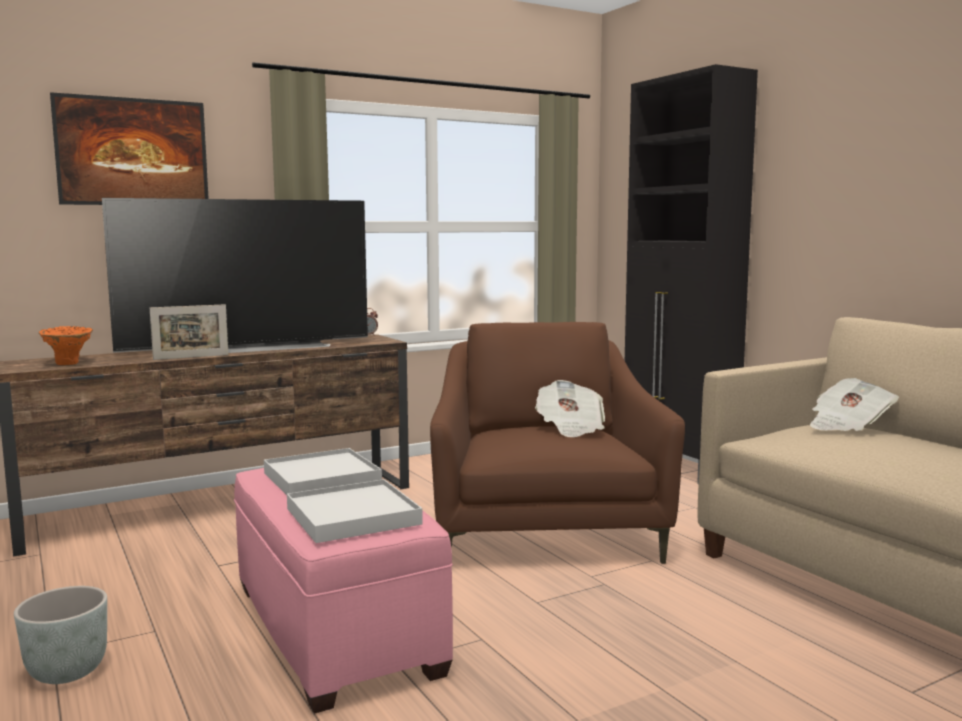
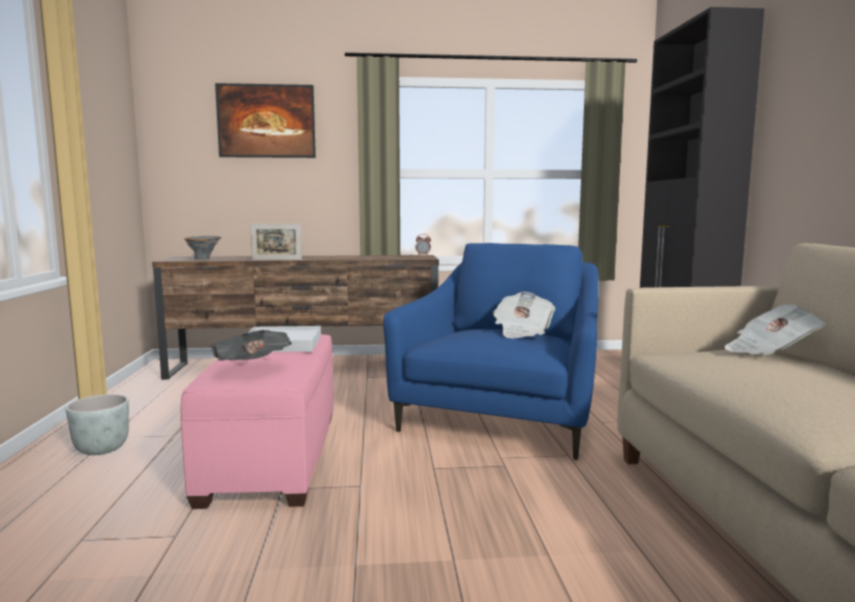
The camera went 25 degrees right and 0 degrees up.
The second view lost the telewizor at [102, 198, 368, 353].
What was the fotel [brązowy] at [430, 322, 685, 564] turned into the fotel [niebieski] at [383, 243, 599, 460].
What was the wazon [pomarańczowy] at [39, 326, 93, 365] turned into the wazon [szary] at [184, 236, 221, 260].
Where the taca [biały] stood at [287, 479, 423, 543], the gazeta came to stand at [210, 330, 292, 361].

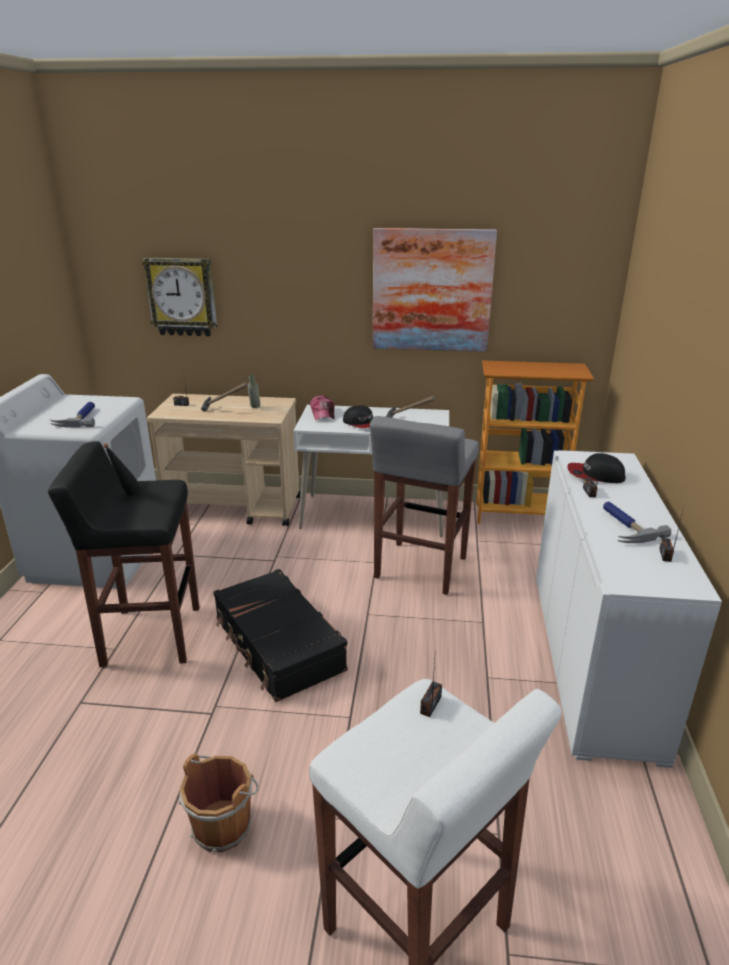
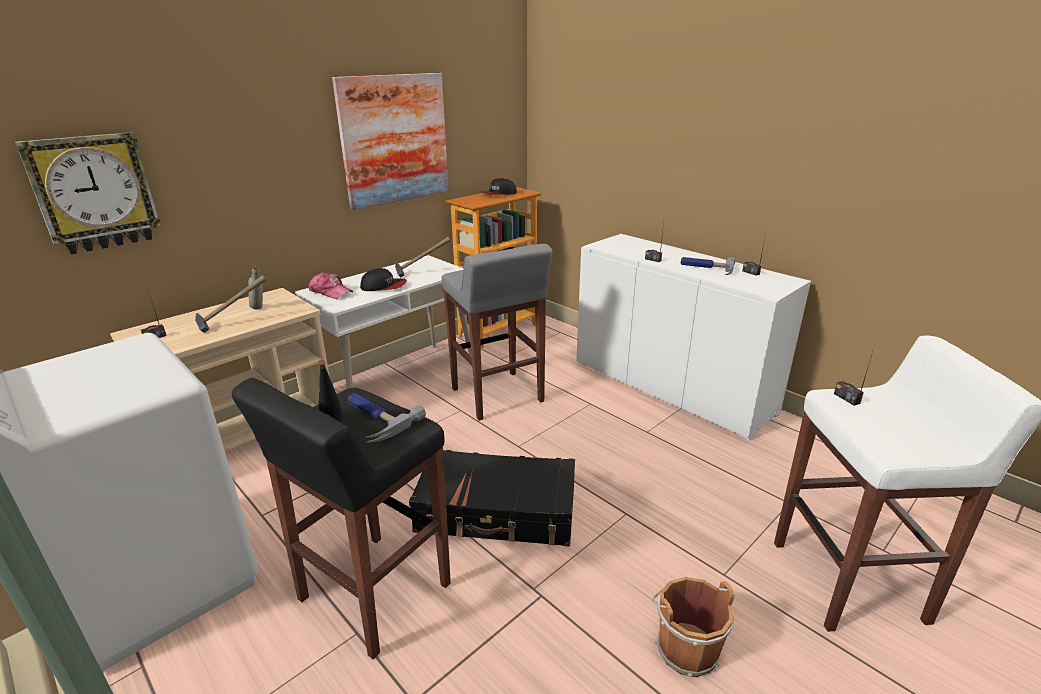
The camera went 50 degrees left and 0 degrees up.
The młotek ended up elsewhere, having gone from [50, 402, 95, 427] to [348, 393, 426, 443].
The czapka z daszkiem ended up elsewhere, having gone from [567, 453, 625, 483] to [480, 178, 517, 195].

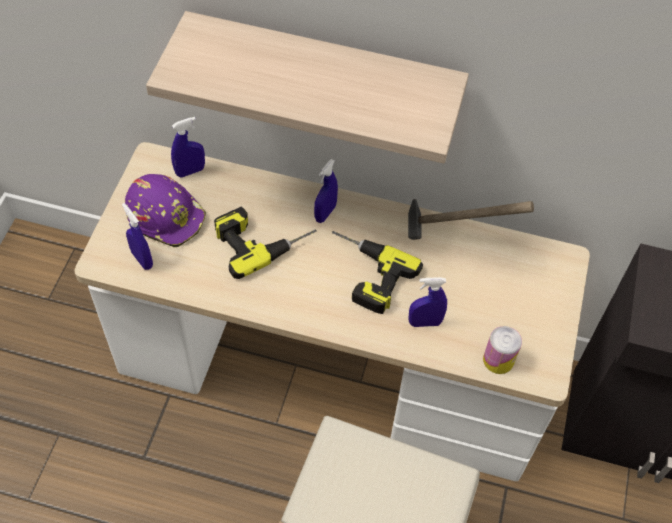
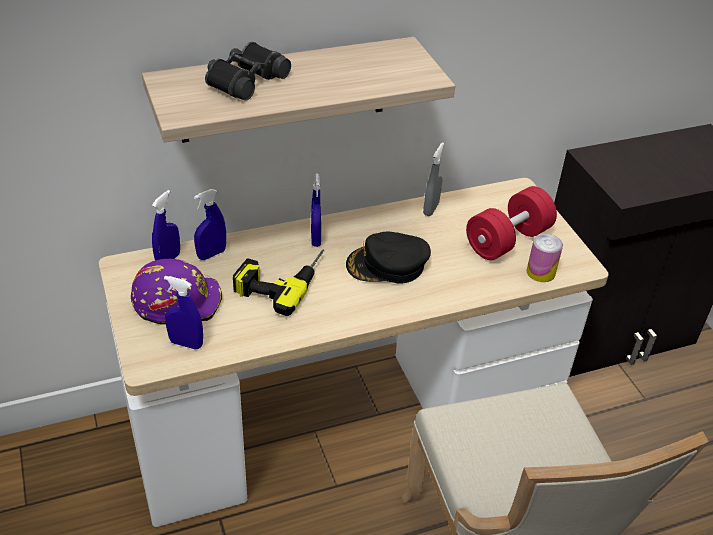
The camera went 35 degrees left and 15 degrees down.
Where the młotek stood at [408, 199, 534, 240], the spryskiwacz [szary] came to stand at [423, 142, 444, 216].
Where the wiertarka stood at [332, 231, 423, 314], the czapka z daszkiem [czarny] came to stand at [346, 232, 431, 284].
The spryskiwacz [niebieski] ended up elsewhere, having gone from [408, 277, 447, 327] to [194, 189, 226, 260].
The second view gained the lornetka [czarny] at [205, 42, 291, 101].
The second view gained the hantel [czerwony] at [466, 186, 557, 260].

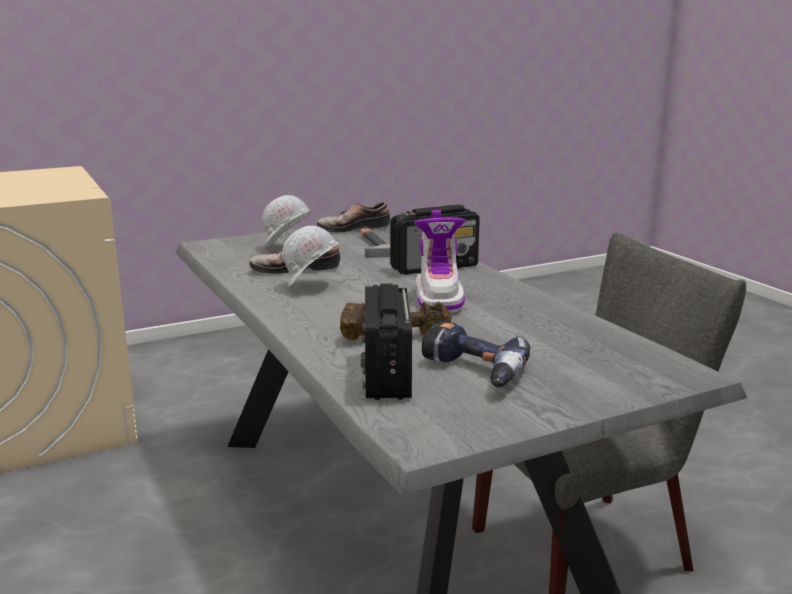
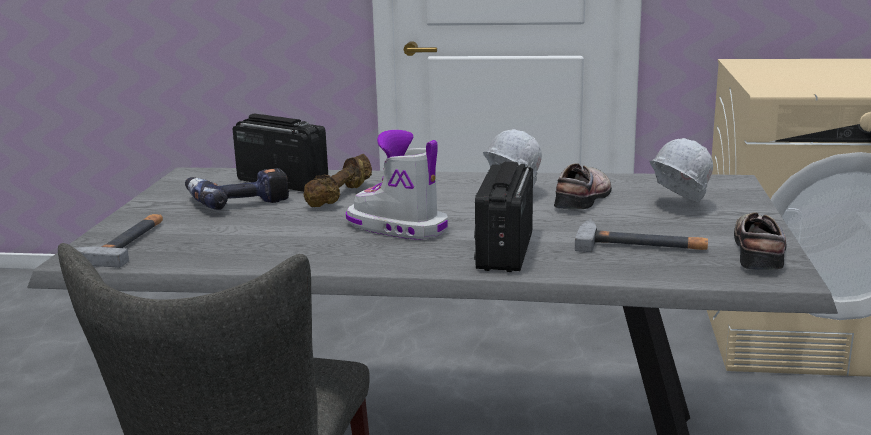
The camera went 125 degrees right and 0 degrees up.
The second view gained the młotek at [73, 214, 163, 268].

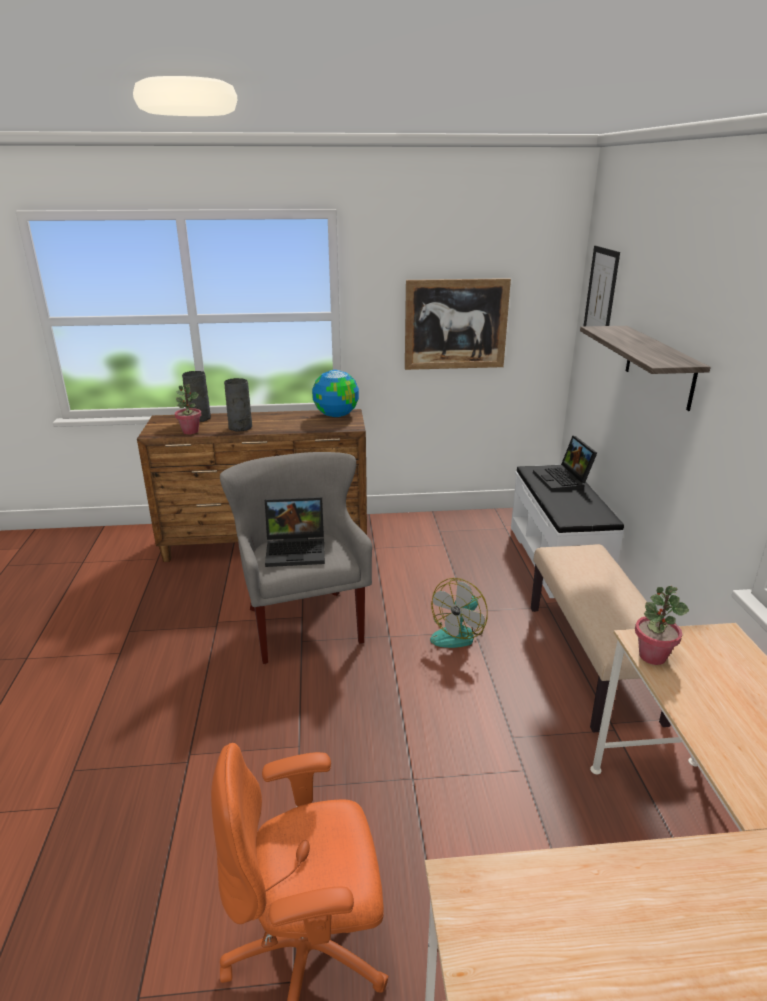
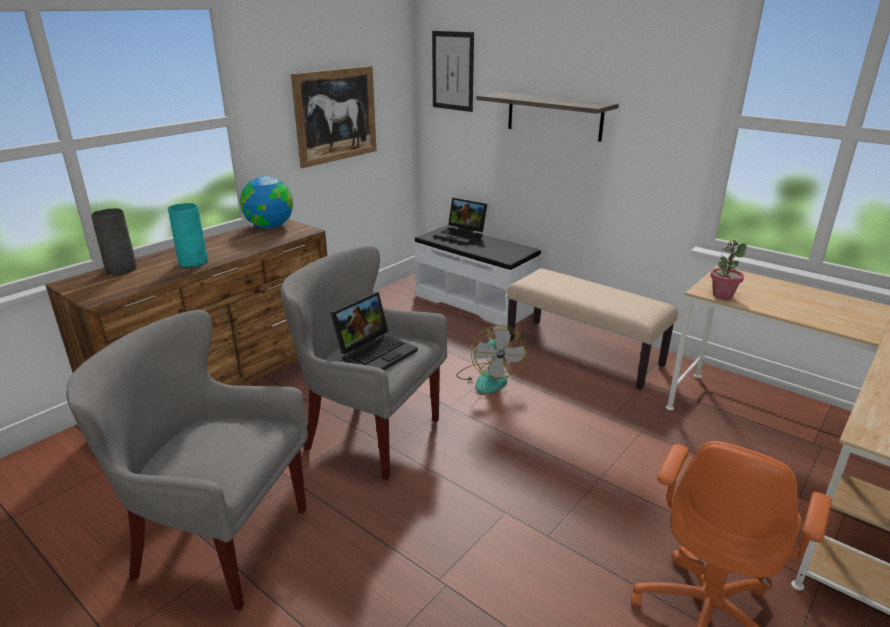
The camera went 45 degrees left and 0 degrees up.
What was the wazon [szary] at [224, 378, 252, 431] turned into the wazon [turkusowy] at [168, 203, 208, 268].
The second view lost the roślina doniczkowa at [175, 384, 202, 435].
The second view gained the fotel [szary] at [66, 310, 308, 611].

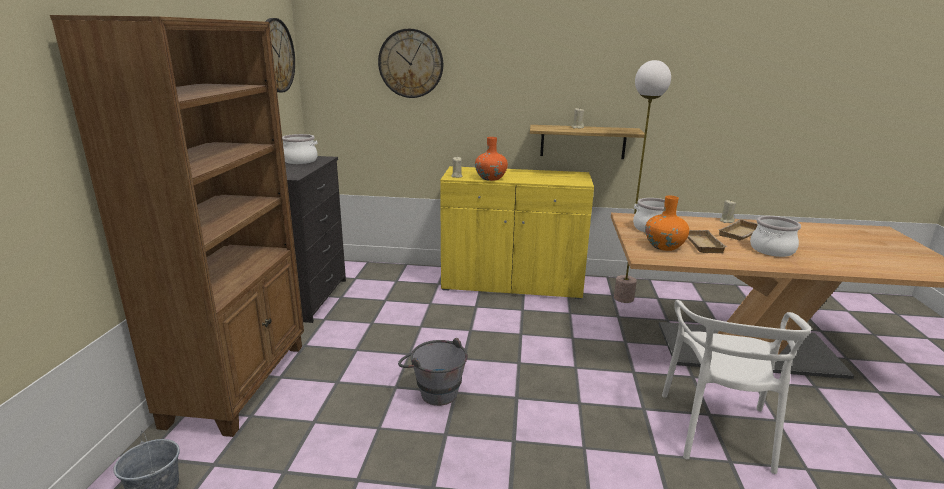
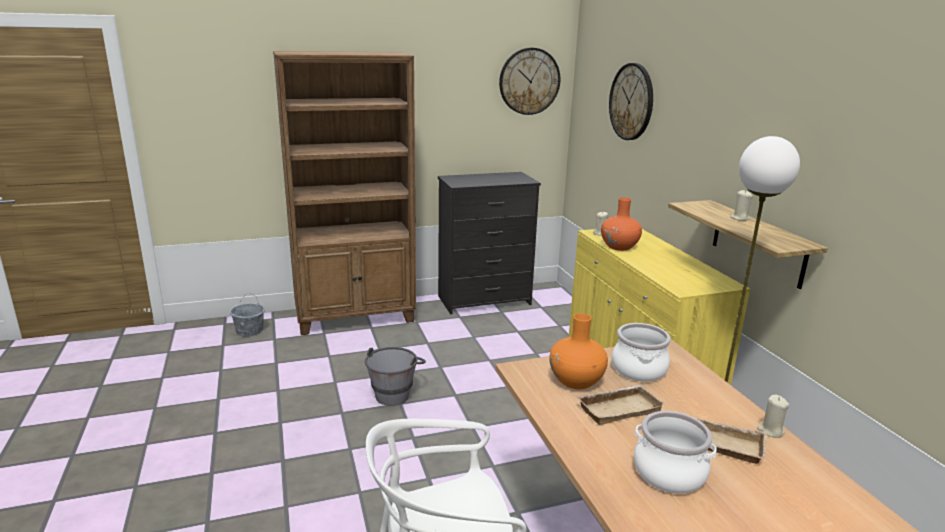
The camera went 65 degrees right and 0 degrees up.
The second view lost the garnek at [282, 134, 318, 164].

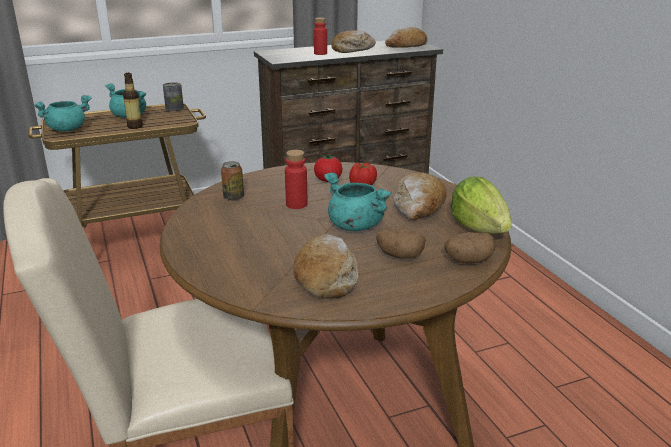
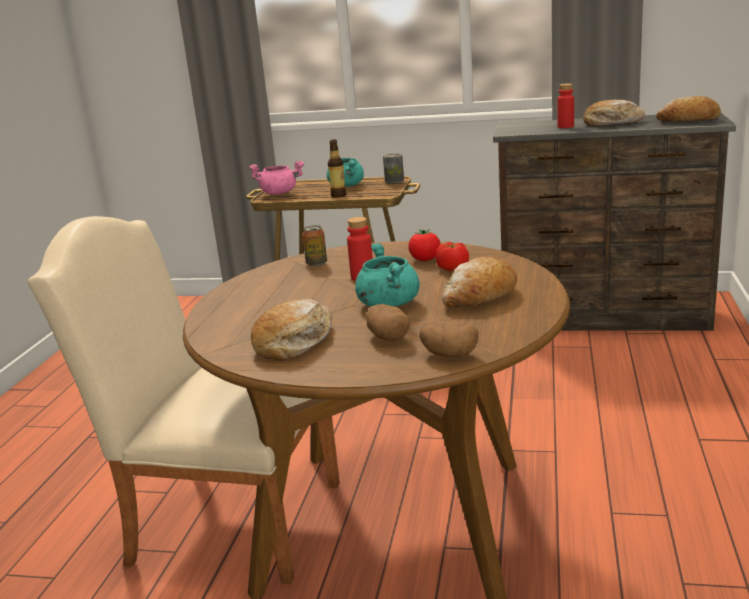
The camera went 35 degrees right and 5 degrees down.
What was the garnek [turkusowy] at [34, 95, 91, 131] turned into the garnek [różowy] at [249, 161, 304, 195].
The second view lost the sałata at [450, 177, 512, 234].

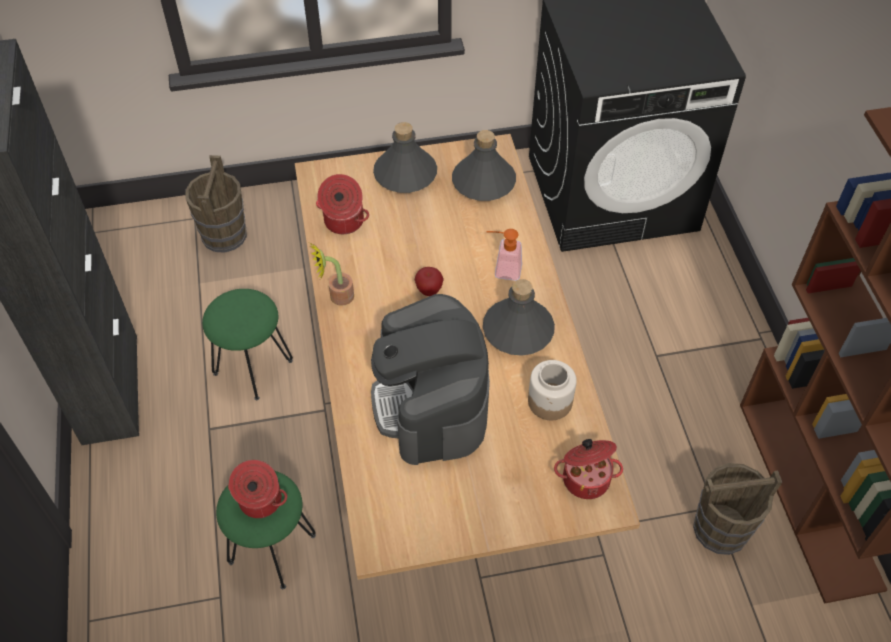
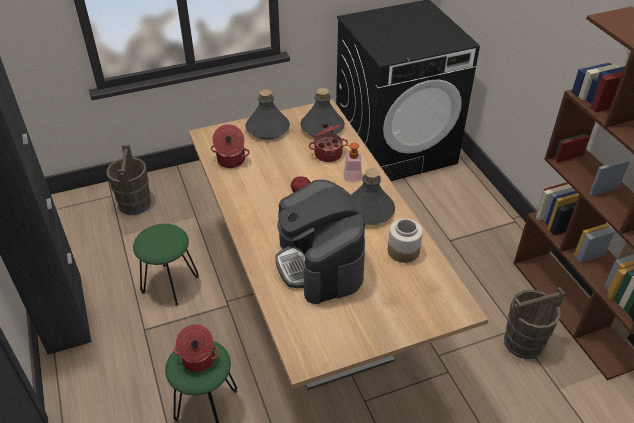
The camera went 10 degrees left and 10 degrees down.
The second view lost the roślina doniczkowa at [310, 243, 354, 306].
The garnek ended up elsewhere, having gone from [554, 439, 623, 499] to [309, 123, 348, 162].

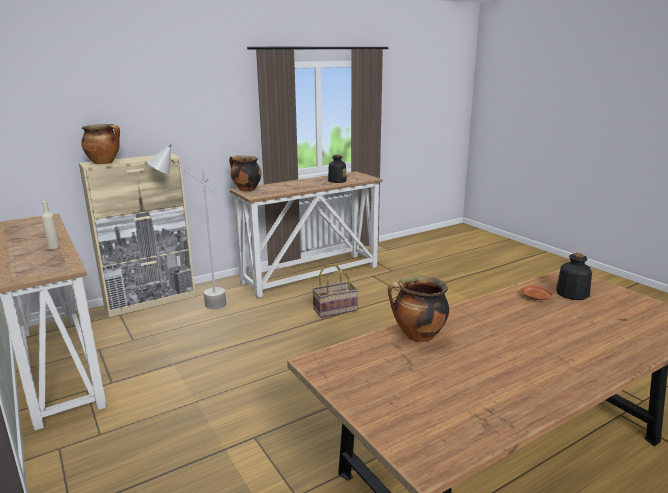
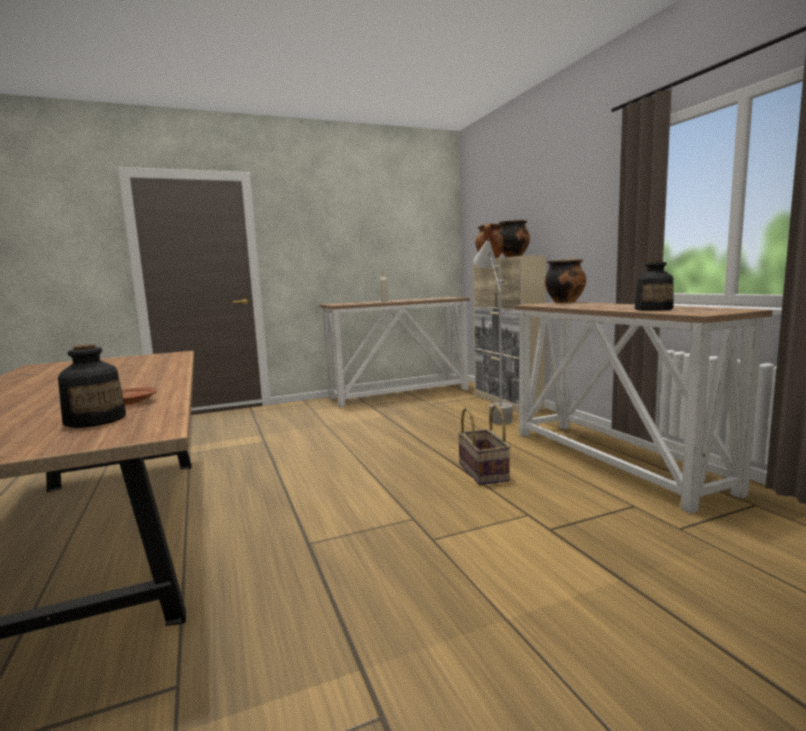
The camera went 100 degrees right and 10 degrees down.
The garnek ended up elsewhere, having gone from [388, 276, 449, 342] to [497, 220, 530, 257].

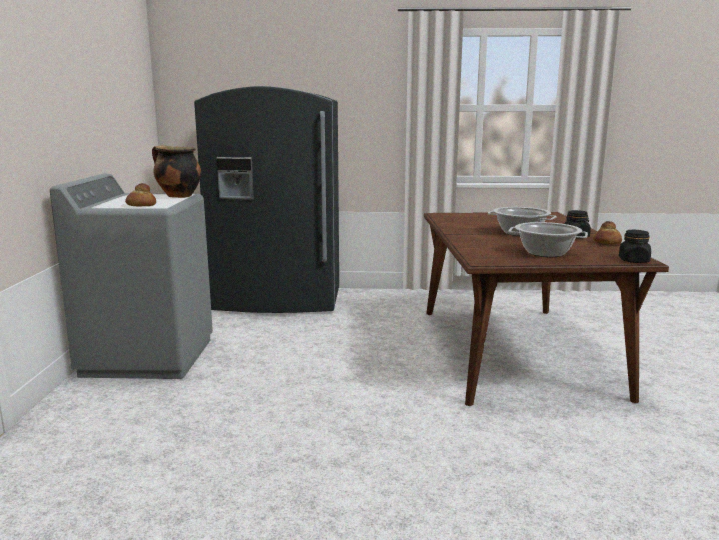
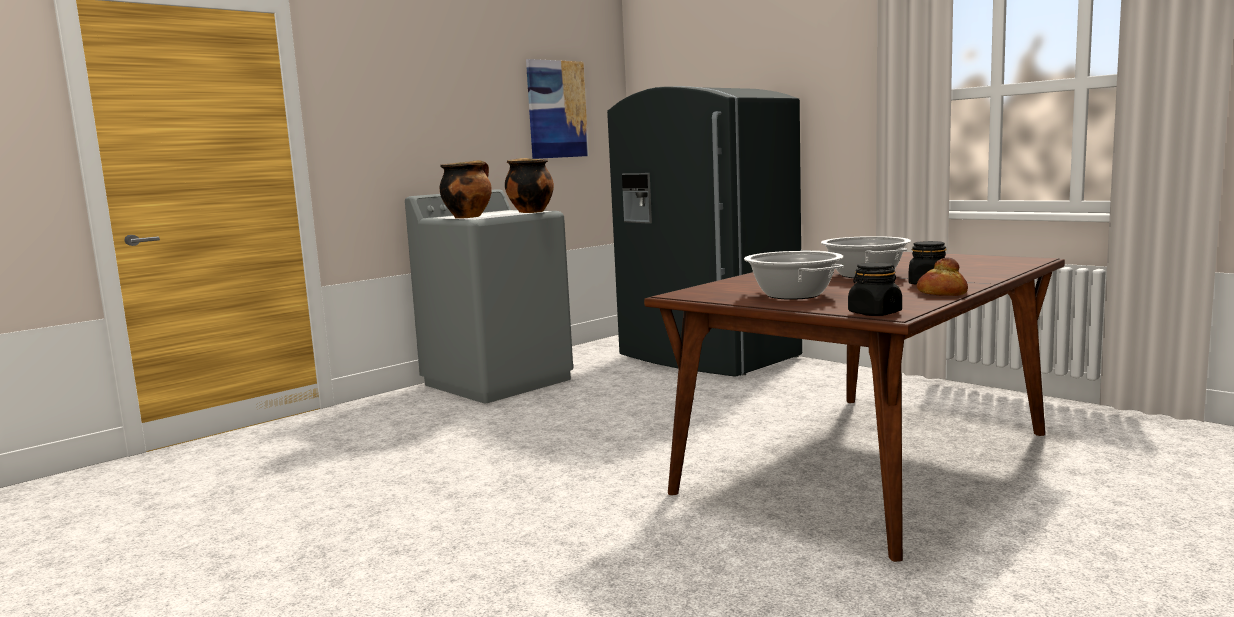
The camera went 45 degrees right and 5 degrees down.
Where the chleb stood at [125, 183, 156, 207], the garnek came to stand at [440, 160, 492, 219].
The second view gained the obraz at [526, 59, 589, 159].

